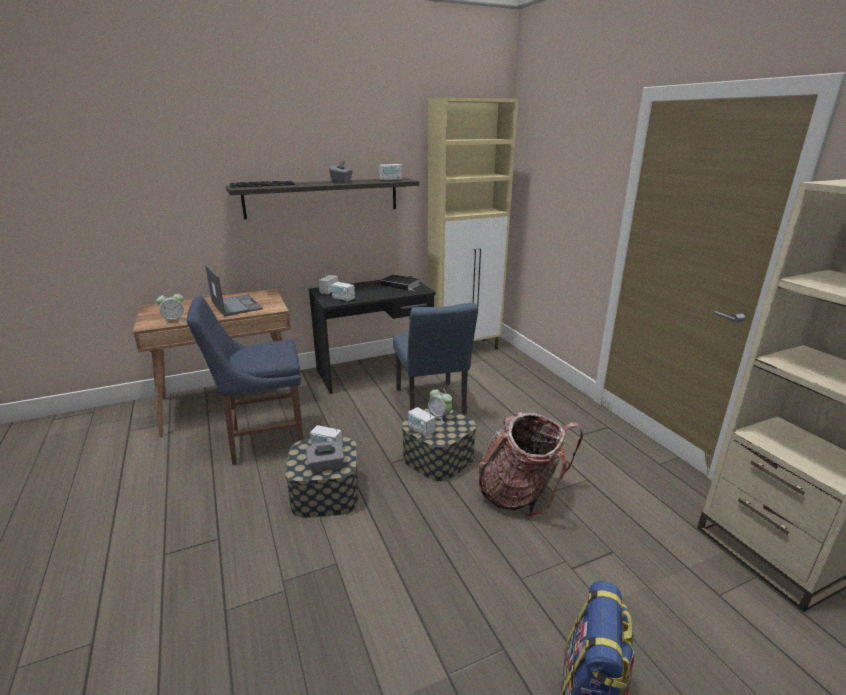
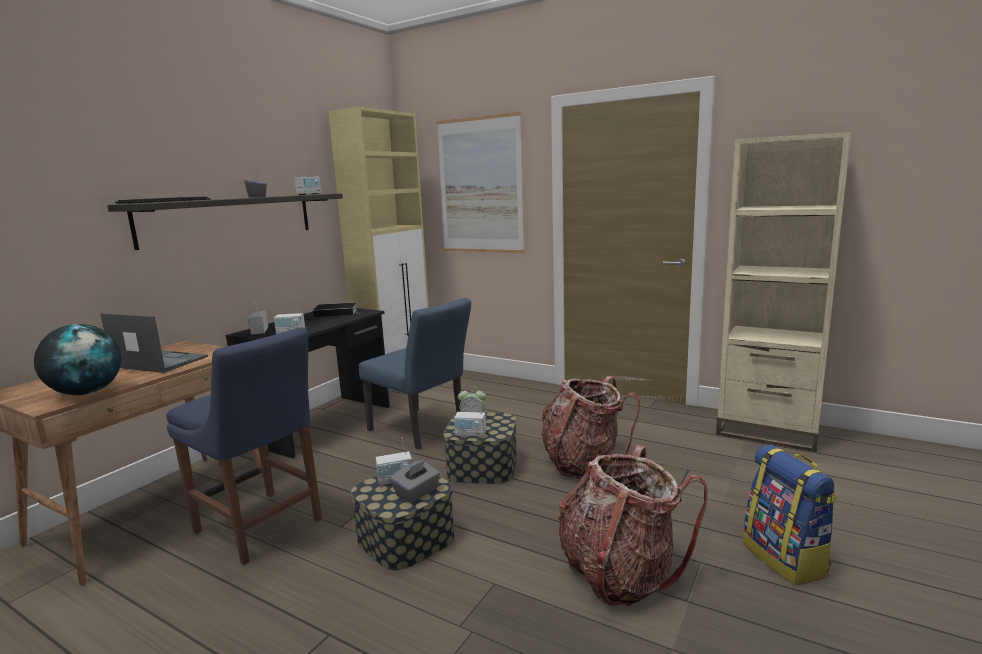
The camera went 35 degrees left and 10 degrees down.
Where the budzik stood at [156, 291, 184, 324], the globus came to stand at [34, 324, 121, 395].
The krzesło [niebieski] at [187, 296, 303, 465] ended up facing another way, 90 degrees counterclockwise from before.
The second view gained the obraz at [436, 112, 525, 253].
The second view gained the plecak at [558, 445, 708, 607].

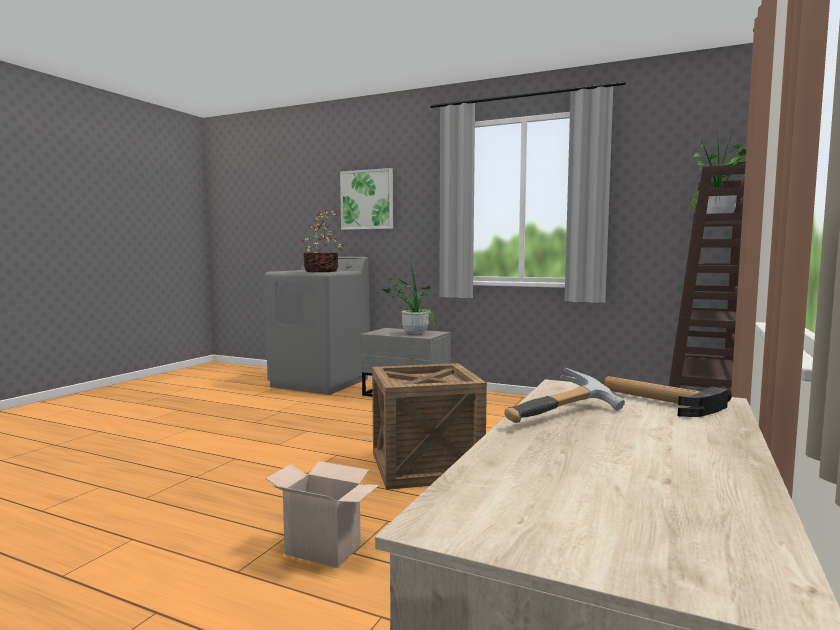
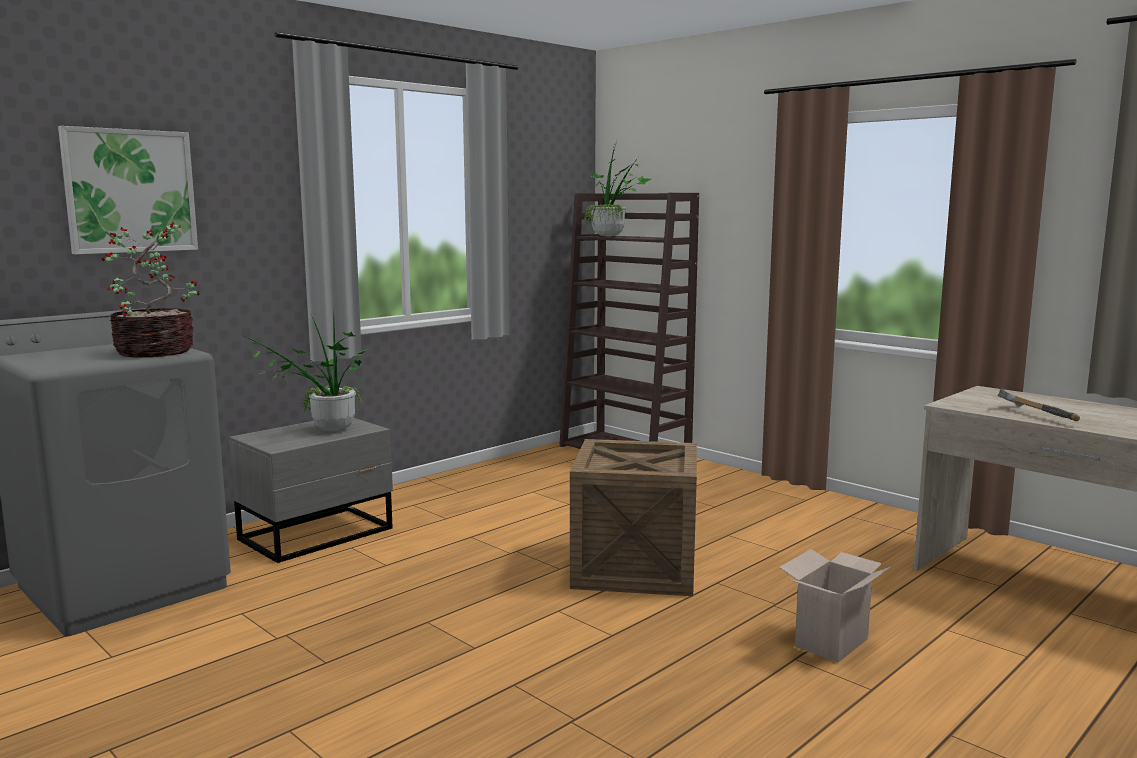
The camera went 70 degrees left and 5 degrees up.
The second view lost the młotek at [604, 376, 732, 417].

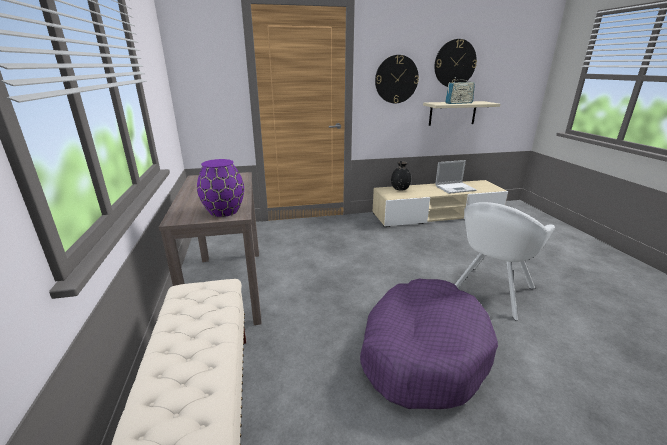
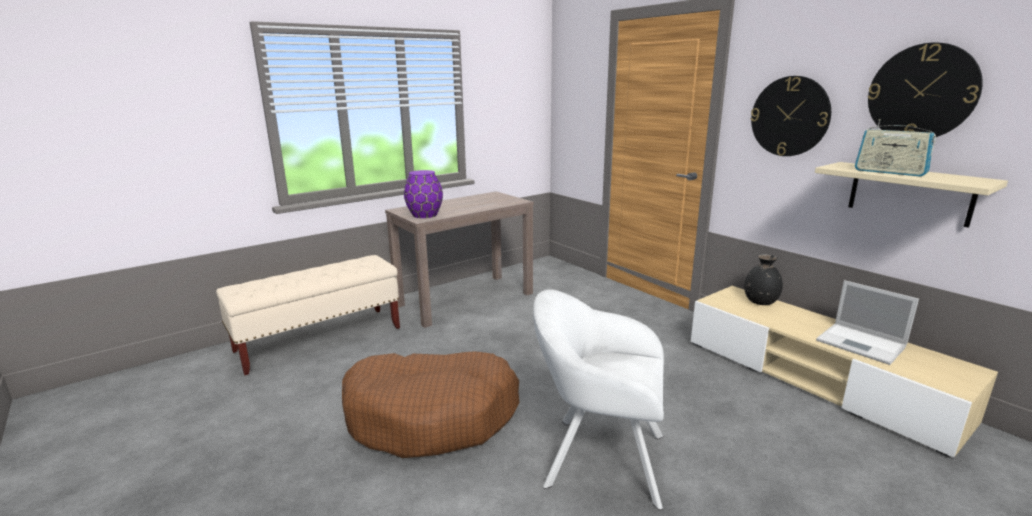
The camera went 65 degrees right and 5 degrees down.
What was the legowisko [fioletowy] at [360, 279, 498, 409] turned into the legowisko [brązowy] at [342, 352, 520, 458].

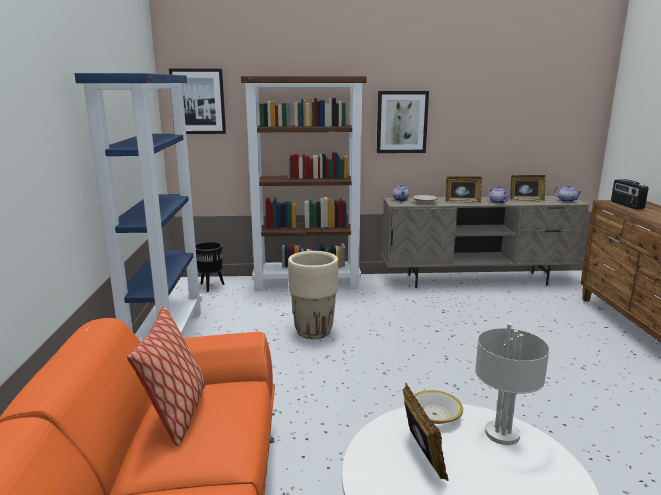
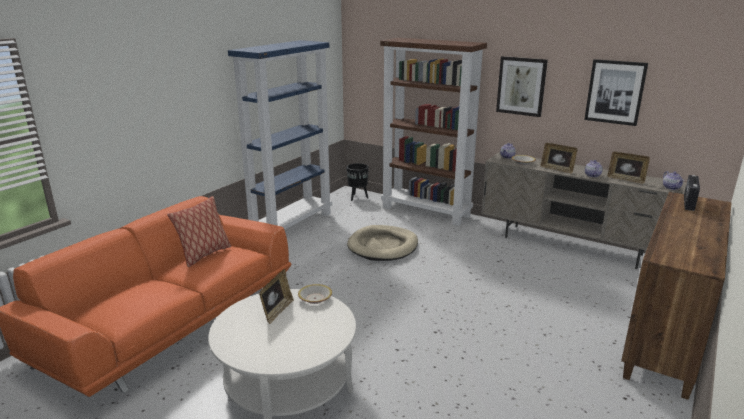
The camera went 35 degrees right and 5 degrees up.
The obraz ended up elsewhere, having gone from [169, 68, 226, 134] to [584, 59, 648, 126].
Where the donica [beżowy] stood at [288, 251, 338, 339], the legowisko [beżowy] came to stand at [347, 225, 418, 261].
The second view lost the lampa stołowa [szary] at [475, 323, 550, 445].

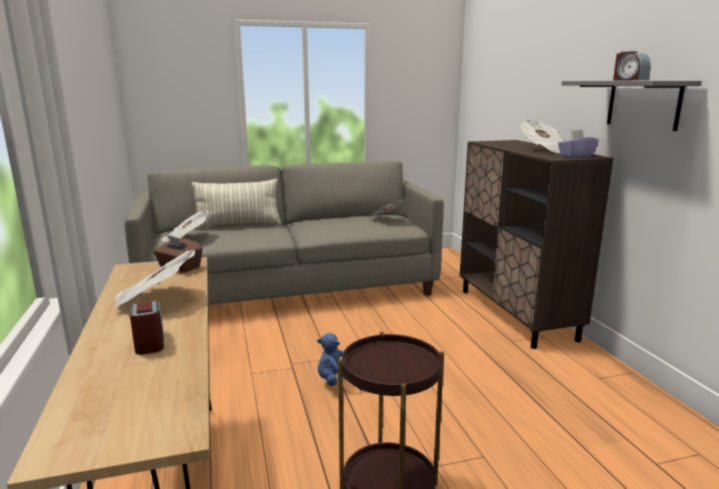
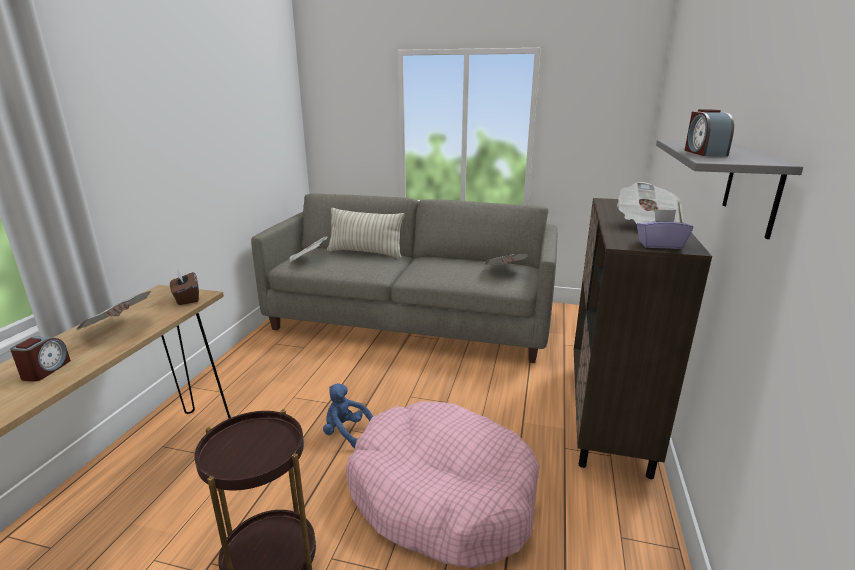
The camera went 30 degrees right and 5 degrees up.
The second view gained the legowisko [różowy] at [346, 401, 540, 568].

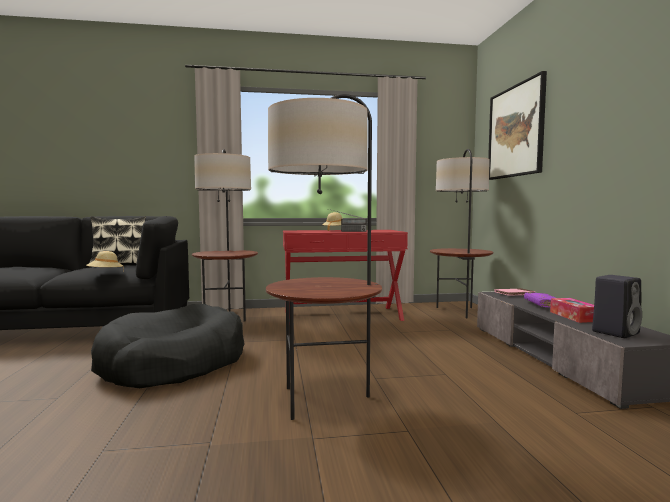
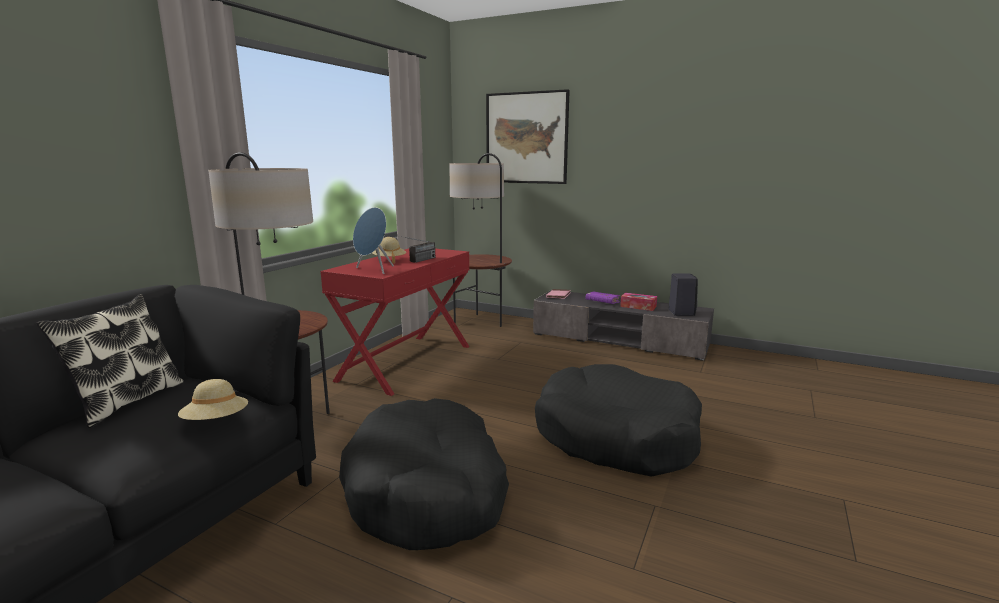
The camera went 55 degrees left and 10 degrees up.
Where the lampa stojąca stood at [266, 94, 382, 420], the legowisko [czarny] came to stand at [535, 364, 702, 477].
The second view gained the głośnik [niebieski] at [353, 207, 394, 274].

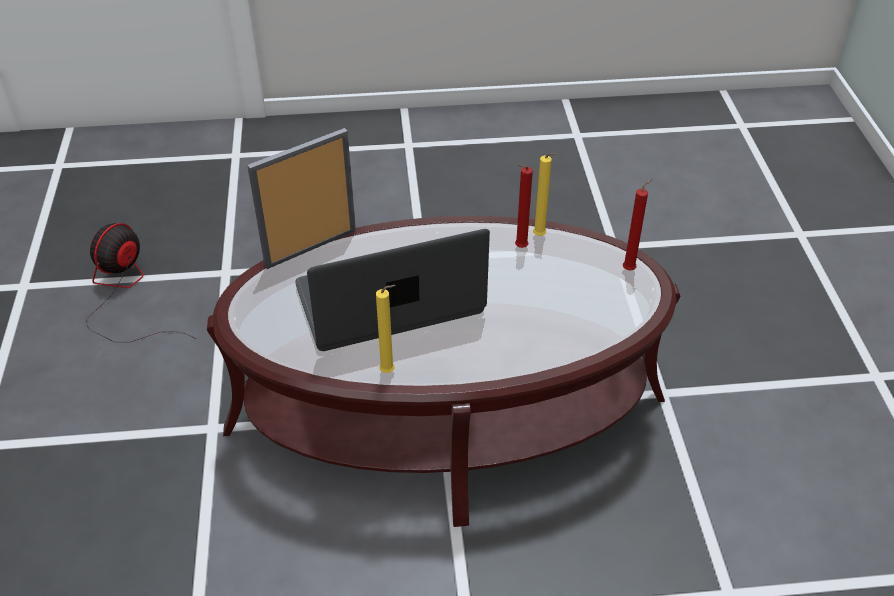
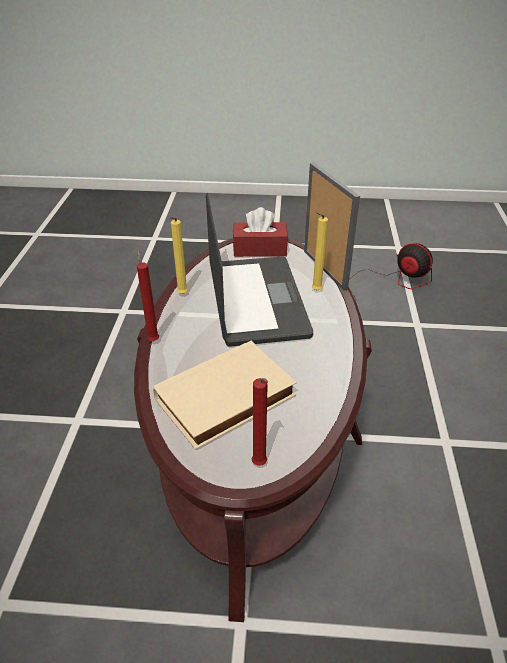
The camera went 100 degrees right and 5 degrees down.
The świeca [żółty] ended up elsewhere, having gone from [533, 153, 556, 236] to [312, 213, 328, 290].
The świeca [czerwony] ended up elsewhere, having gone from [515, 164, 533, 248] to [137, 250, 159, 341].
The second view gained the pudełko chusteczek [czerwony] at [233, 207, 288, 257].
The second view gained the książka [beżowy] at [153, 341, 297, 450].

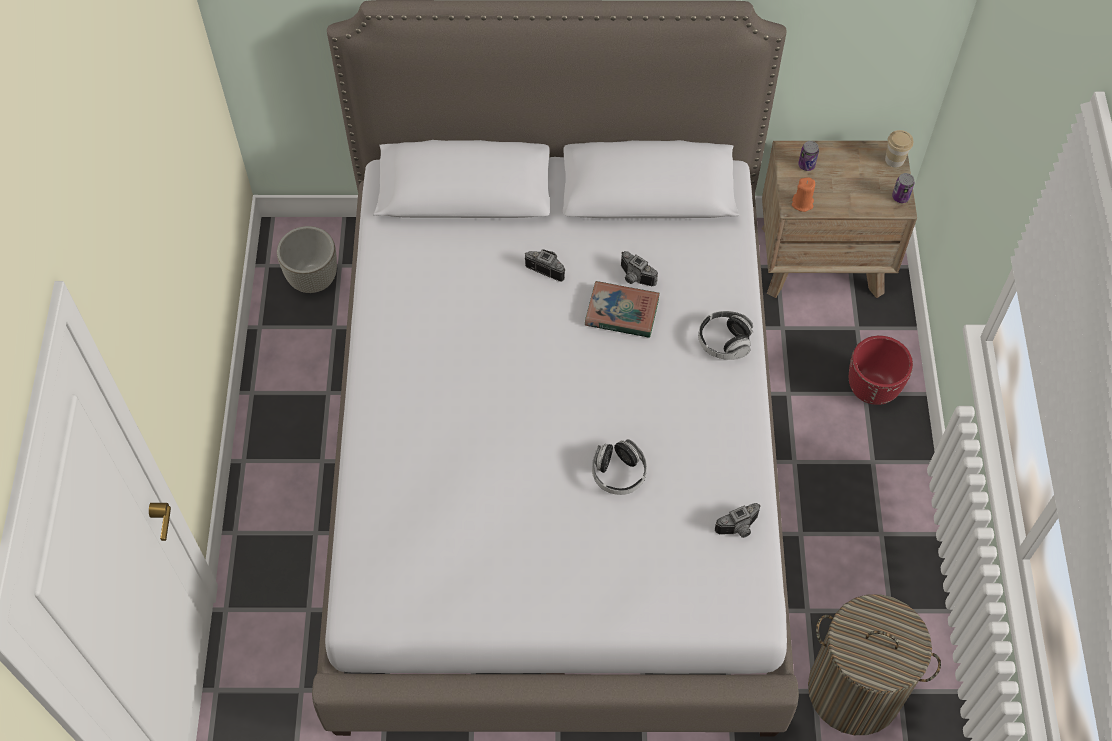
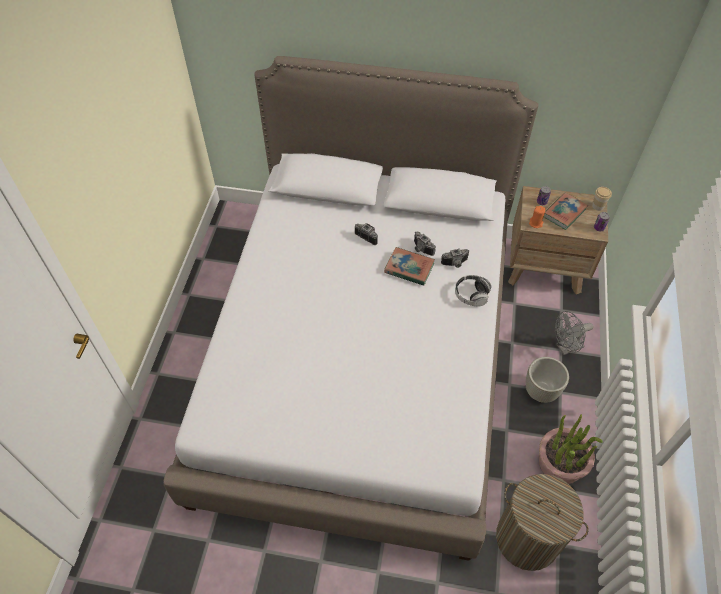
The camera went 10 degrees right and 5 degrees down.
The donica [szary] ended up elsewhere, having gone from [277, 226, 337, 293] to [526, 357, 569, 403].
Where the donica [czerwony] stood at [849, 336, 913, 405], the wentylator [szary] came to stand at [555, 311, 593, 355].
The second view lost the słuchawki at [592, 439, 647, 495].
The aparat fotograficzny ended up elsewhere, having gone from [715, 503, 761, 538] to [441, 248, 469, 268].
The second view gained the książka at [544, 192, 588, 230].
The second view gained the roślina doniczkowa at [539, 414, 603, 484].

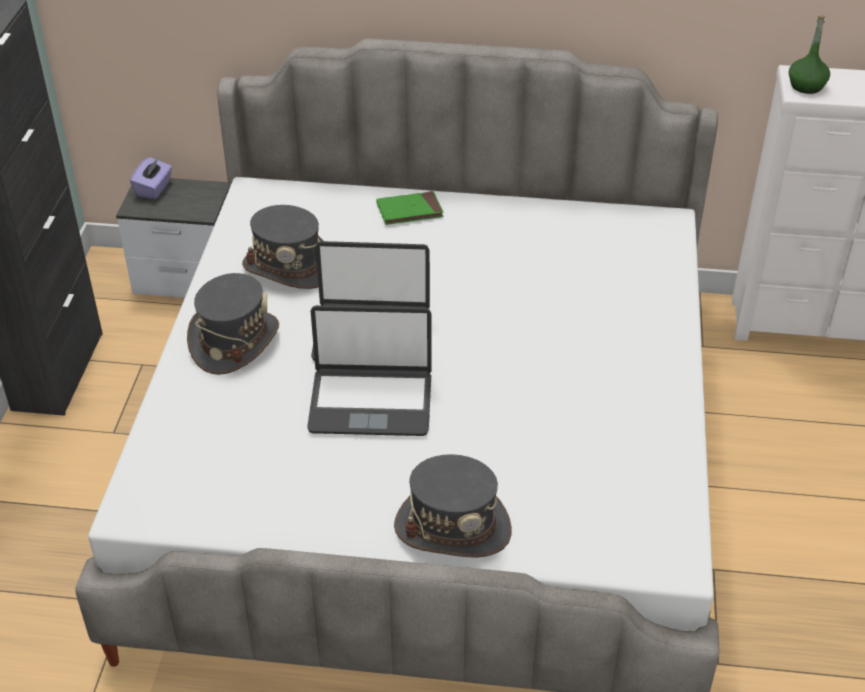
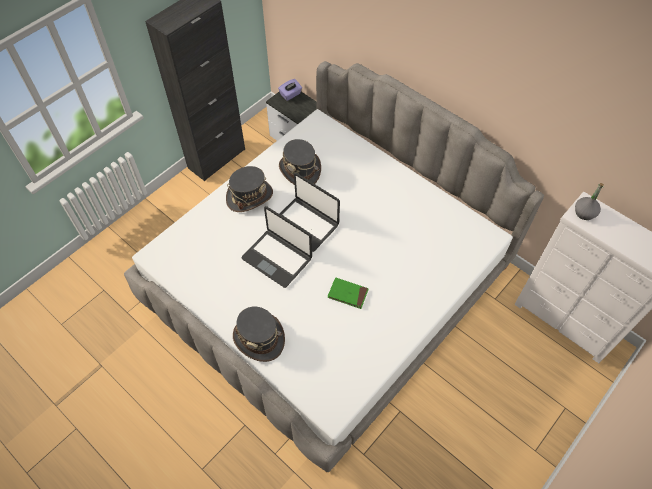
The camera went 35 degrees right and 15 degrees up.
What was the butelka [zielony] at [789, 16, 830, 94] turned into the butelka [szary] at [575, 183, 604, 220].
The książka [zielony] ended up elsewhere, having gone from [376, 191, 444, 225] to [327, 277, 369, 309].

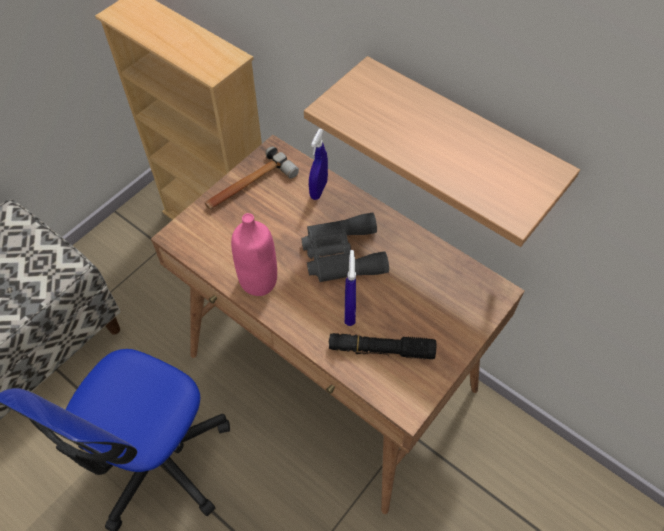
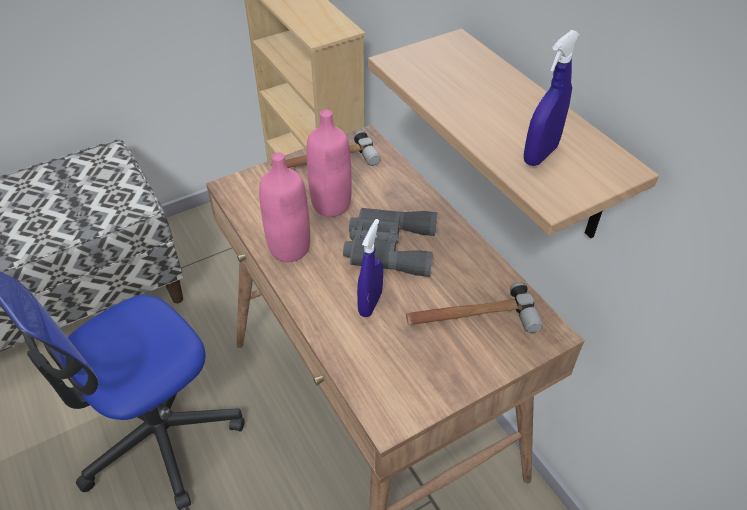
The camera went 20 degrees right and 10 degrees down.
The spryskiwacz [niebieski] ended up elsewhere, having gone from [309, 129, 328, 200] to [524, 30, 580, 166].
The second view lost the latarka [czarny] at [329, 333, 436, 359].
The second view gained the butelka [różowy] at [306, 110, 352, 217].
The second view gained the młotek at [406, 282, 543, 333].

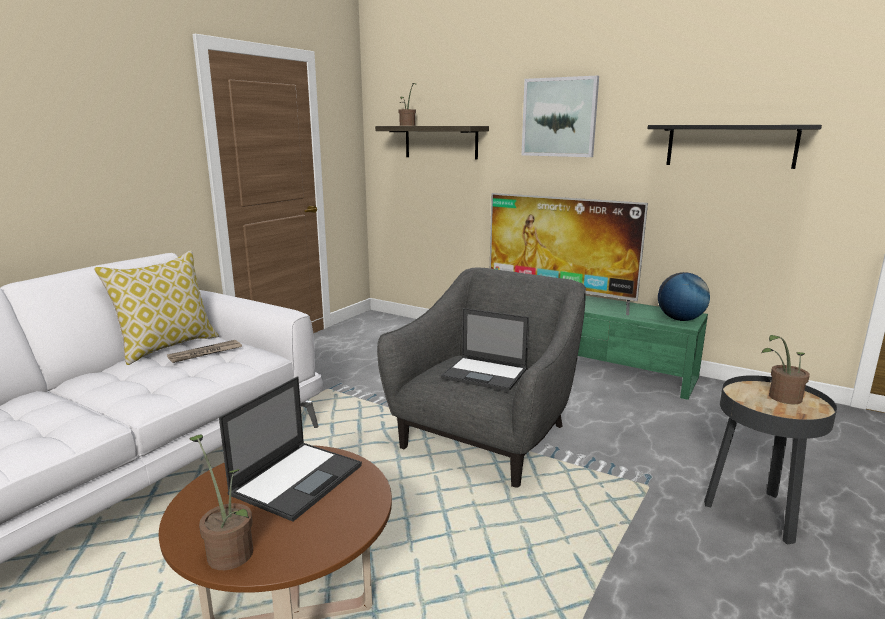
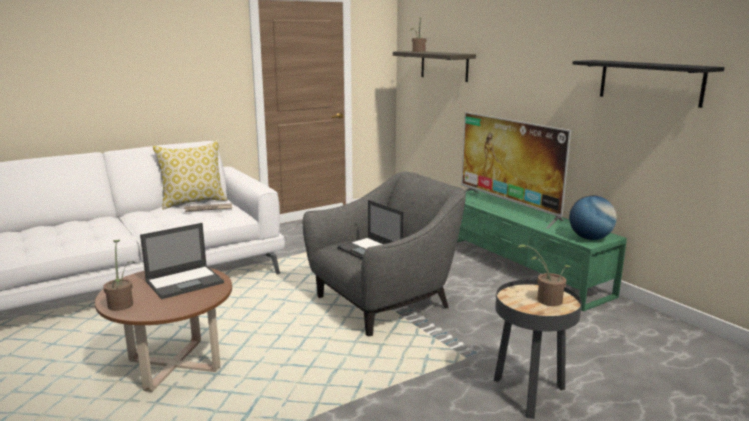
The camera went 25 degrees right and 0 degrees up.
The second view lost the obraz at [522, 76, 599, 157].

